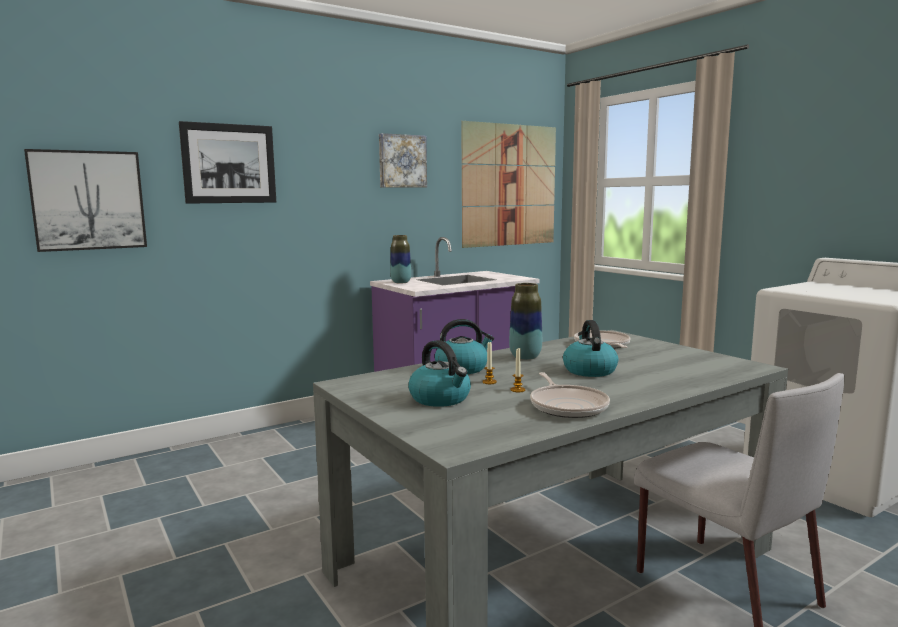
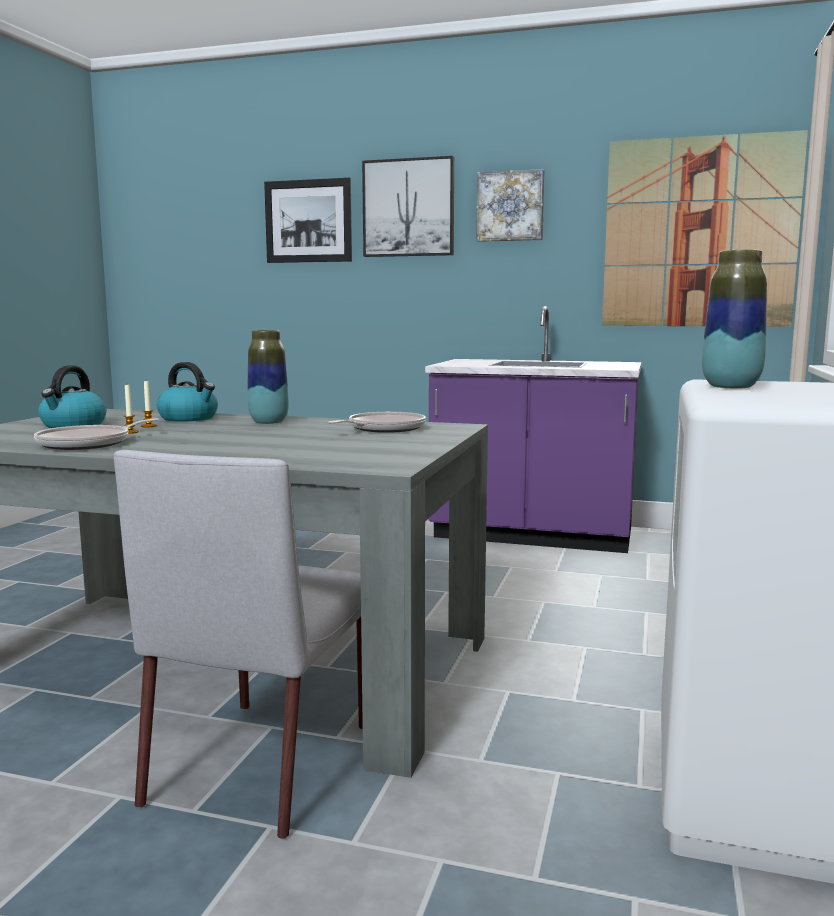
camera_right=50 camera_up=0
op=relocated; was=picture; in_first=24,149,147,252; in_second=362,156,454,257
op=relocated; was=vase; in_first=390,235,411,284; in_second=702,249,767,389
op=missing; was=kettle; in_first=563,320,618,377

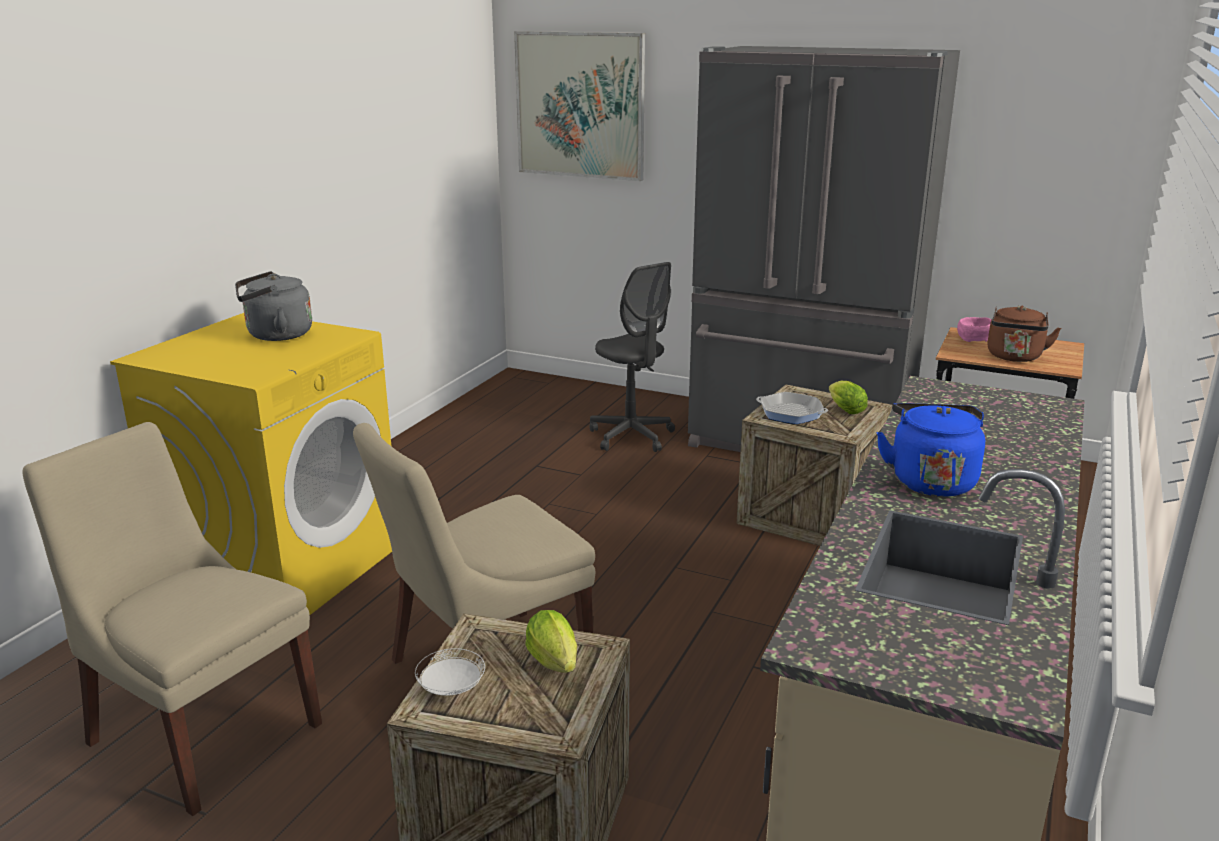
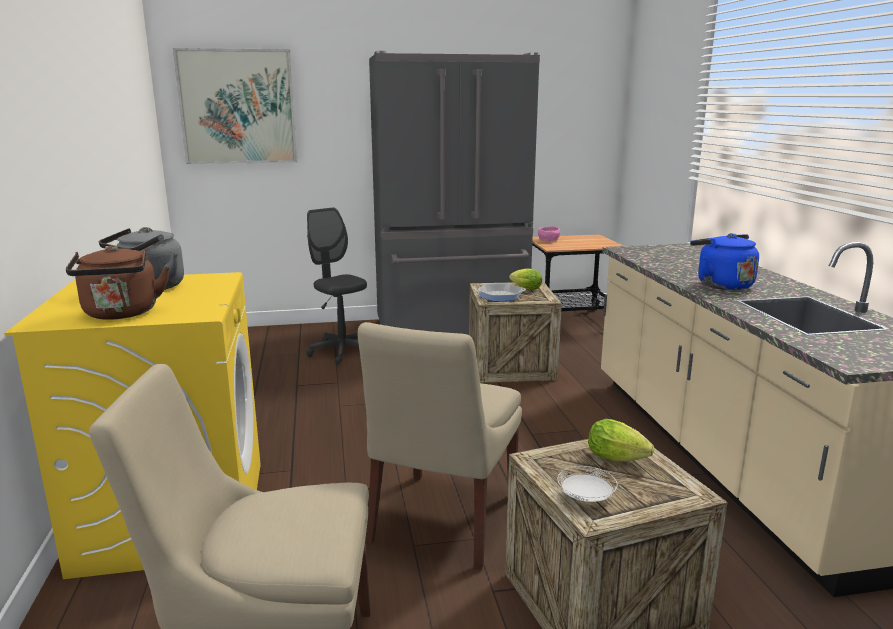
camera_right=-35 camera_up=-5
op=relocated; was=brown kettle; in_first=987,306,1061,362; in_second=66,245,169,320
op=spun; was=grey office chair; in_first=589,262,675,452; in_second=306,207,367,365; clockwise=-150

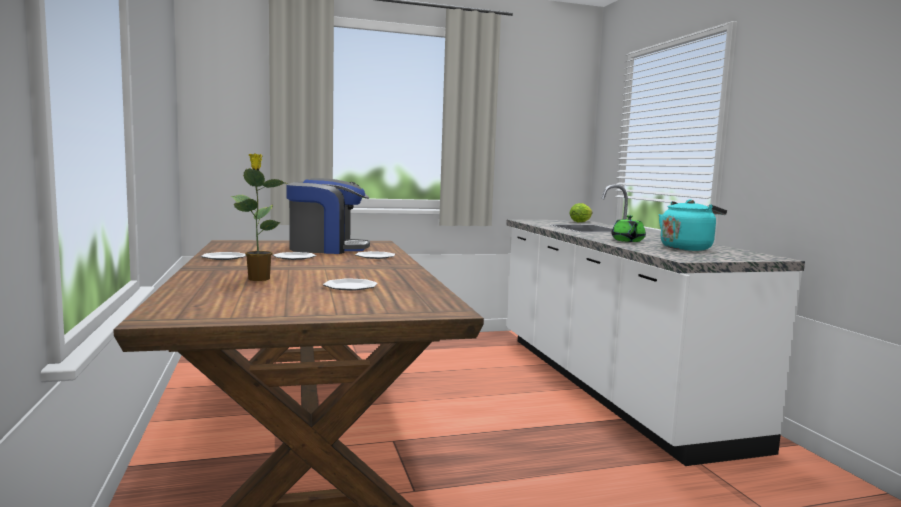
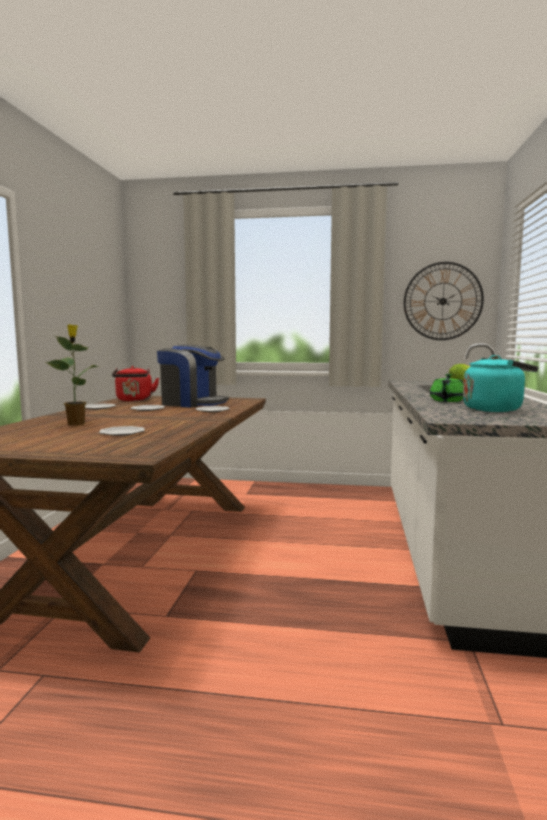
camera_right=25 camera_up=0
op=appeared; now=red kettle; in_second=112,366,159,401
op=appeared; now=wall clock; in_second=404,262,484,340

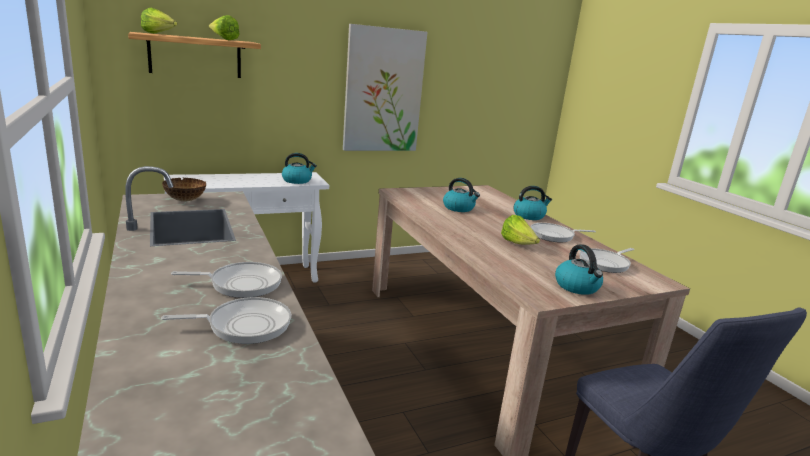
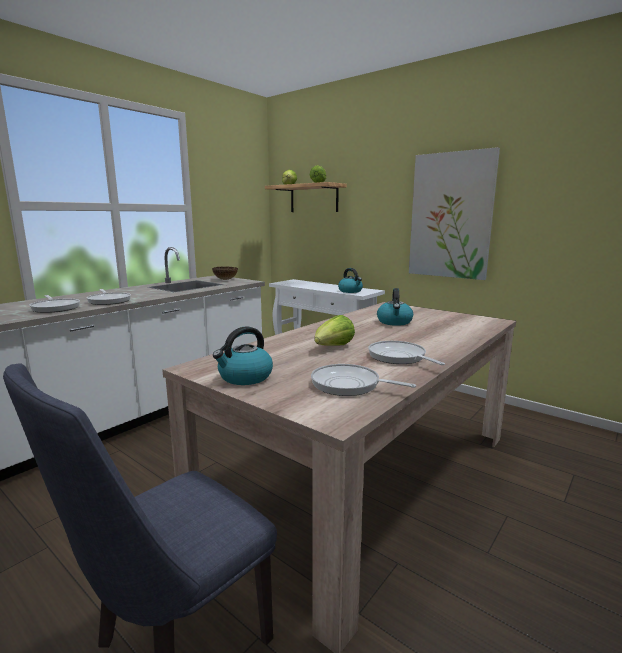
camera_right=65 camera_up=-5
op=missing; was=kettle; in_first=514,186,552,220

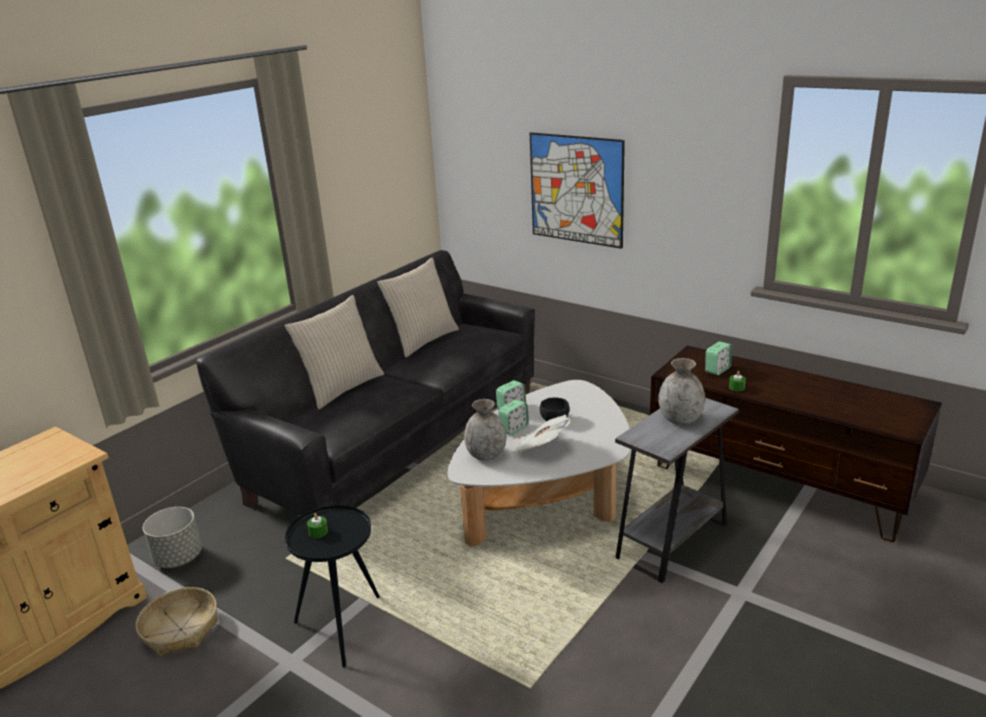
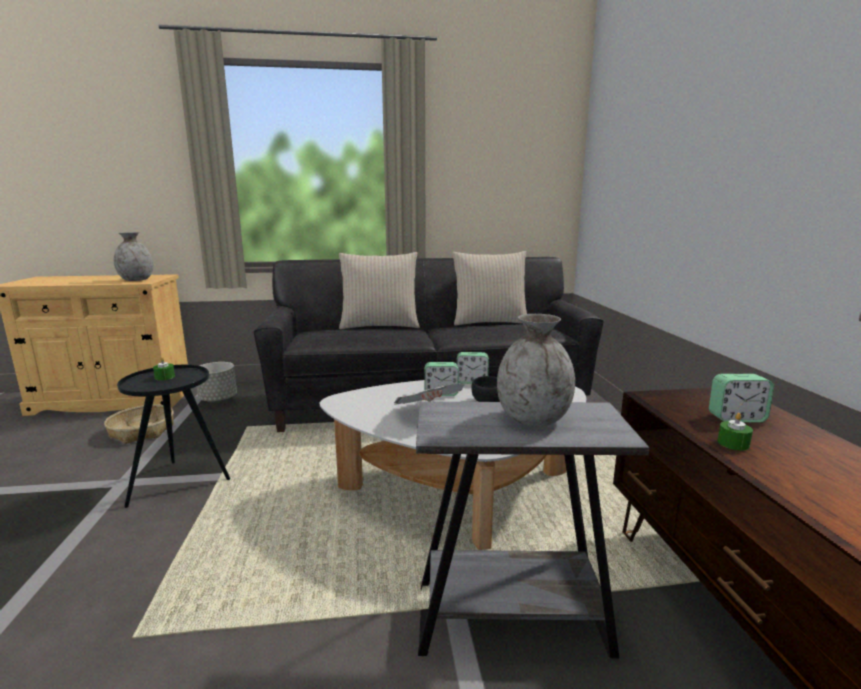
camera_right=45 camera_up=-10
op=relocated; was=grey vase; in_first=464,399,507,461; in_second=114,232,153,281
op=missing; was=picture; in_first=530,132,625,249

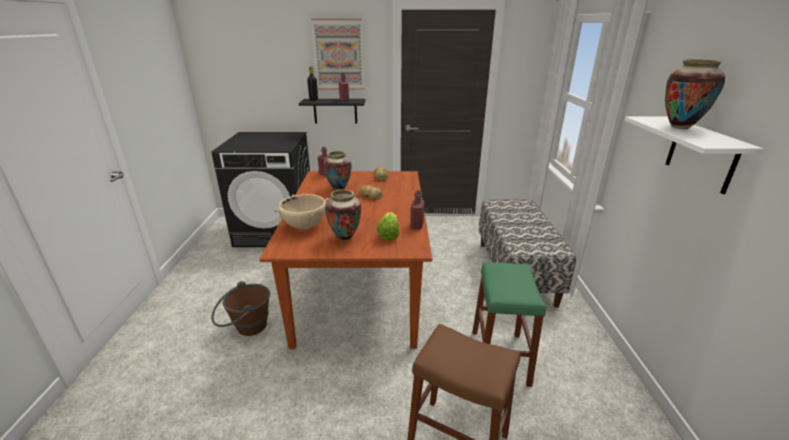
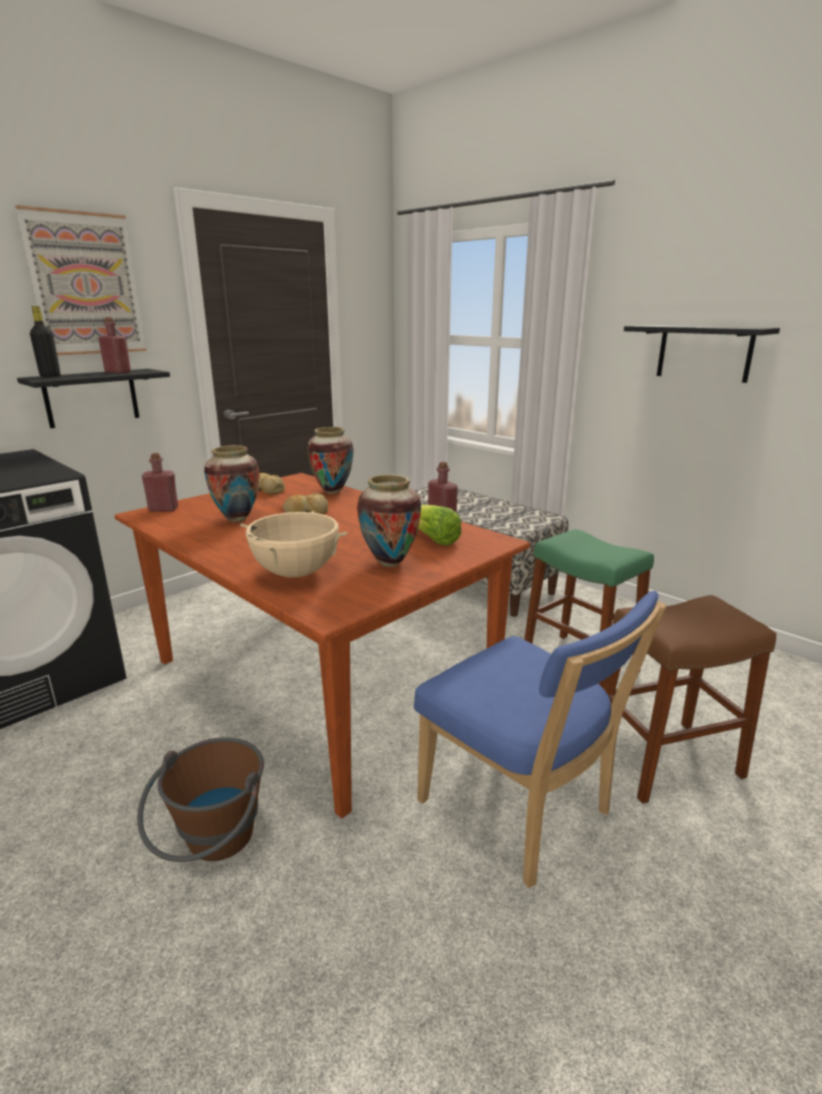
camera_right=-45 camera_up=-5
op=relocated; was=vase; in_first=665,59,725,129; in_second=307,427,353,494
op=appeared; now=blue chair; in_second=414,591,666,888
op=colour; was=white shelf; now=black shelf; in_first=625,117,764,194; in_second=624,325,780,383

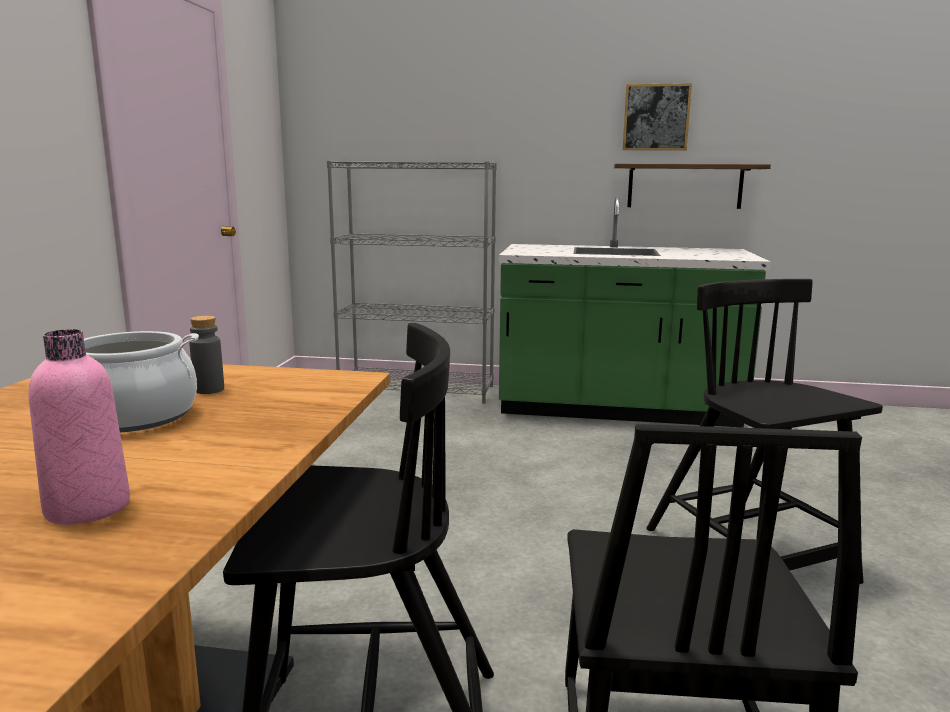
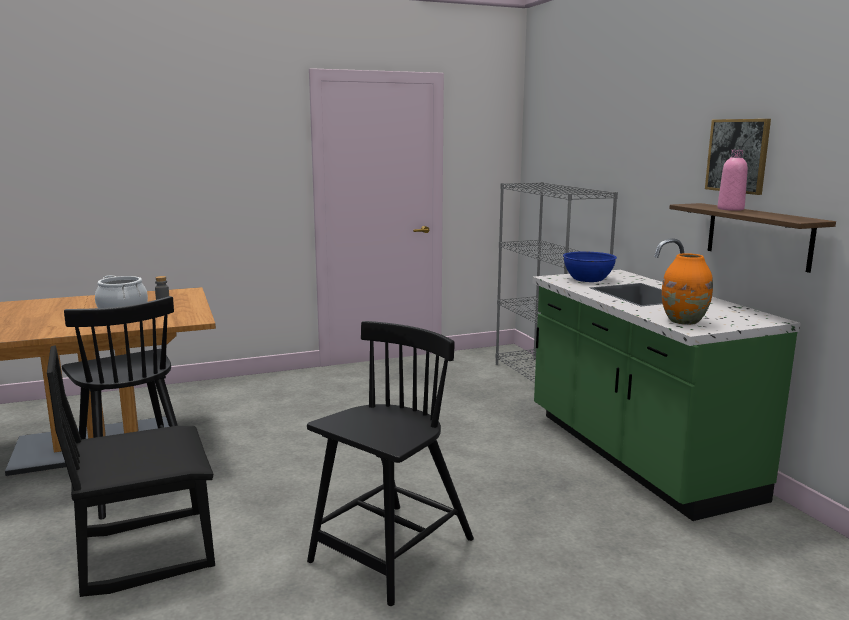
camera_right=60 camera_up=0
op=appeared; now=blue bowl; in_second=563,251,617,282
op=appeared; now=orange vase; in_second=662,253,713,325
op=relocated; was=pink bottle; in_first=28,329,130,525; in_second=717,150,748,211

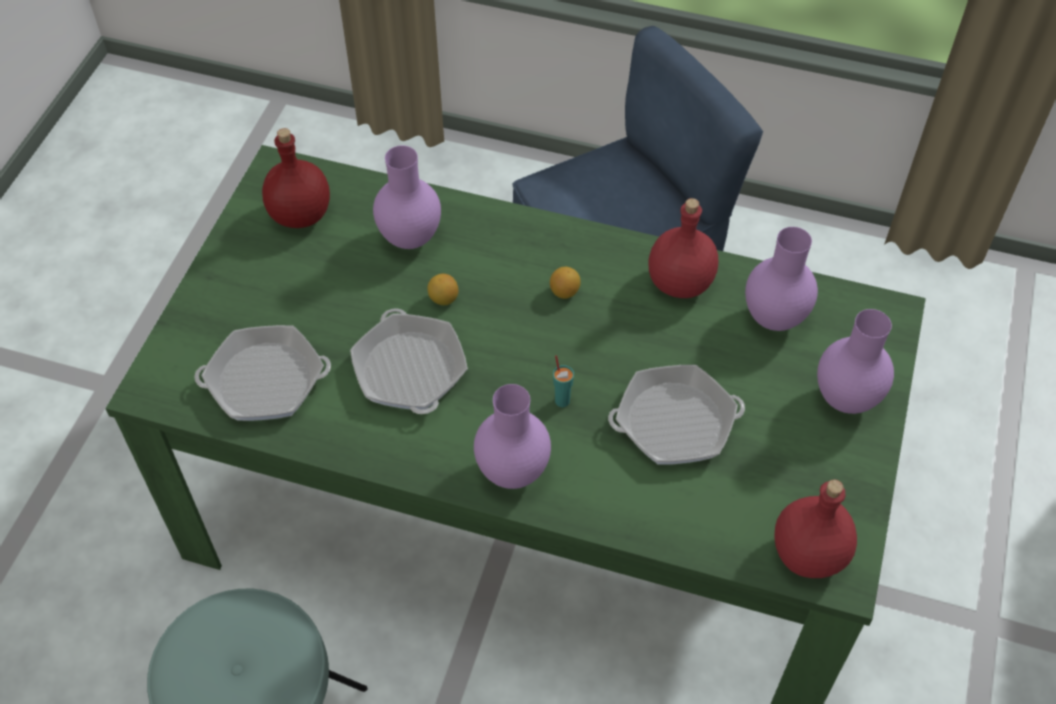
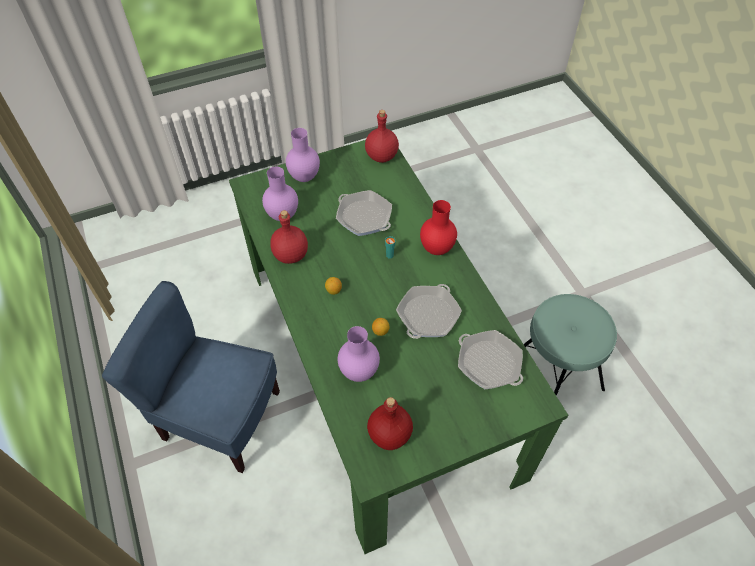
camera_right=-130 camera_up=0
op=colour; was=purple vase; now=red vase; in_first=474,384,551,489; in_second=420,200,457,255

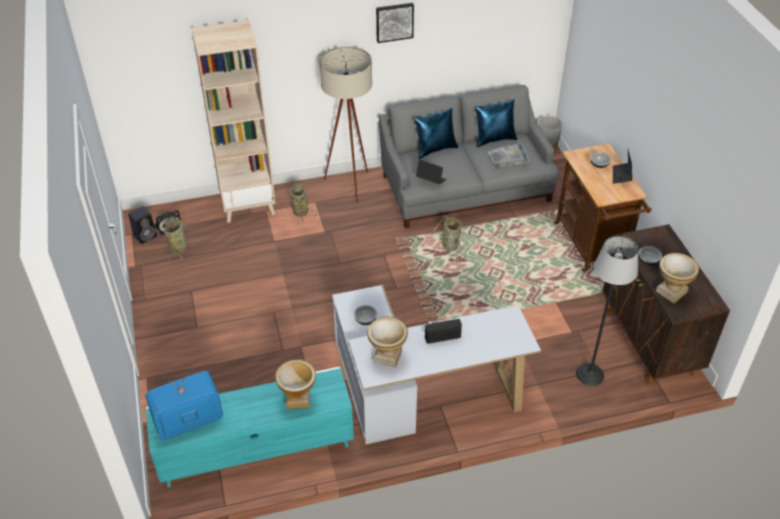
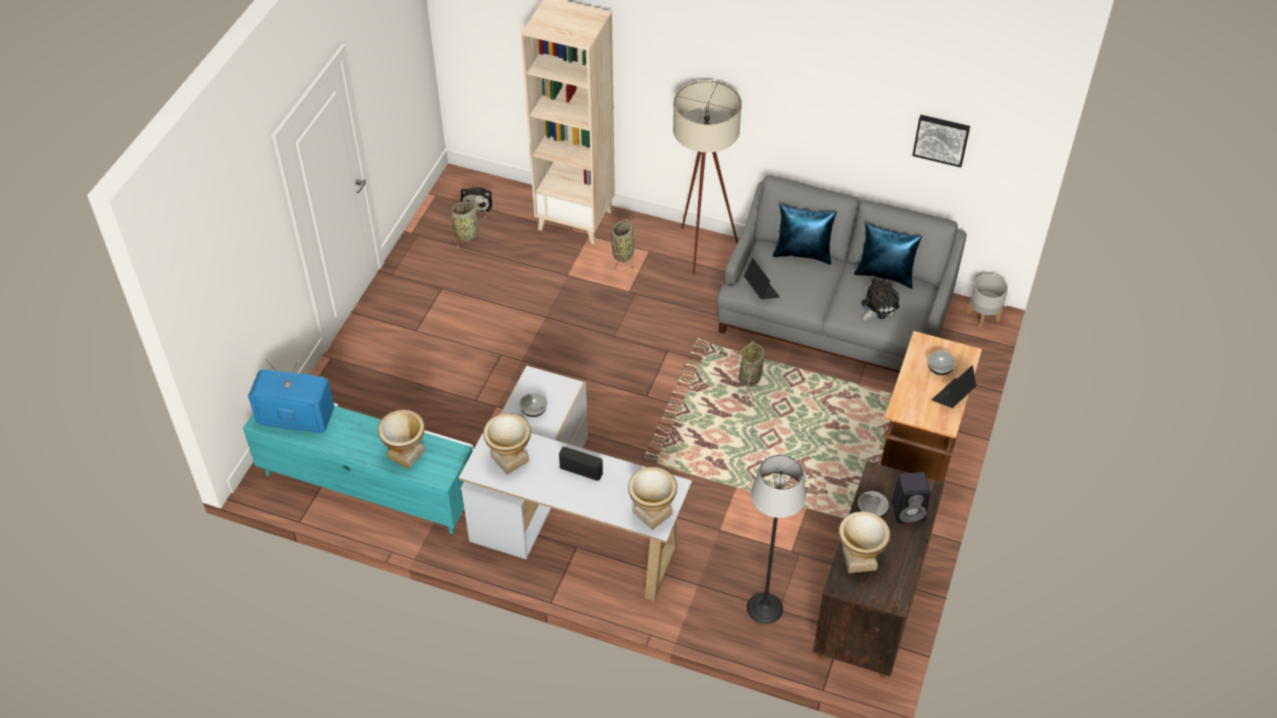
camera_right=35 camera_up=5
op=appeared; now=vase; in_second=628,467,677,530
op=exchanged; was=grey tray; now=plush toy; in_first=487,142,530,169; in_second=861,279,900,321
op=relocated; was=black speaker; in_first=128,207,157,244; in_second=892,472,931,523
op=relocated; was=picture; in_first=376,3,414,43; in_second=912,115,970,167

